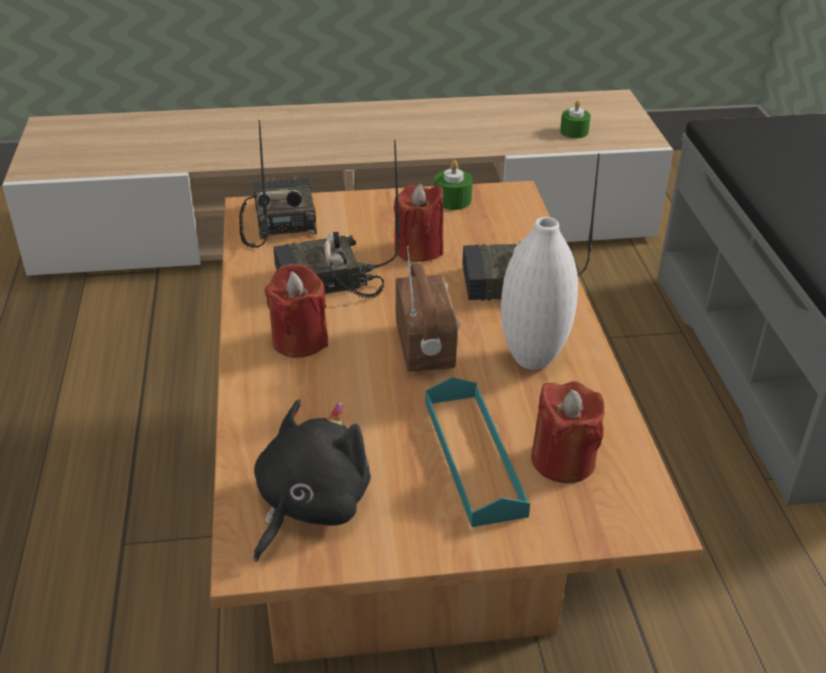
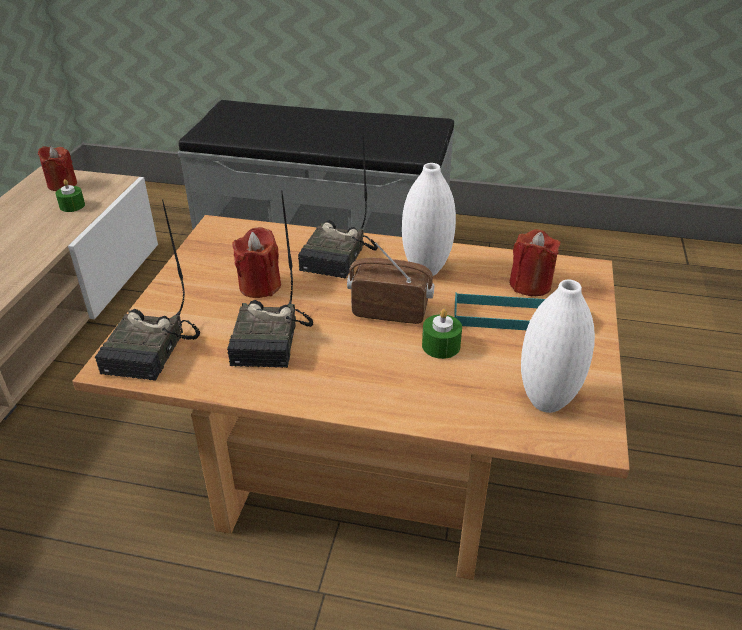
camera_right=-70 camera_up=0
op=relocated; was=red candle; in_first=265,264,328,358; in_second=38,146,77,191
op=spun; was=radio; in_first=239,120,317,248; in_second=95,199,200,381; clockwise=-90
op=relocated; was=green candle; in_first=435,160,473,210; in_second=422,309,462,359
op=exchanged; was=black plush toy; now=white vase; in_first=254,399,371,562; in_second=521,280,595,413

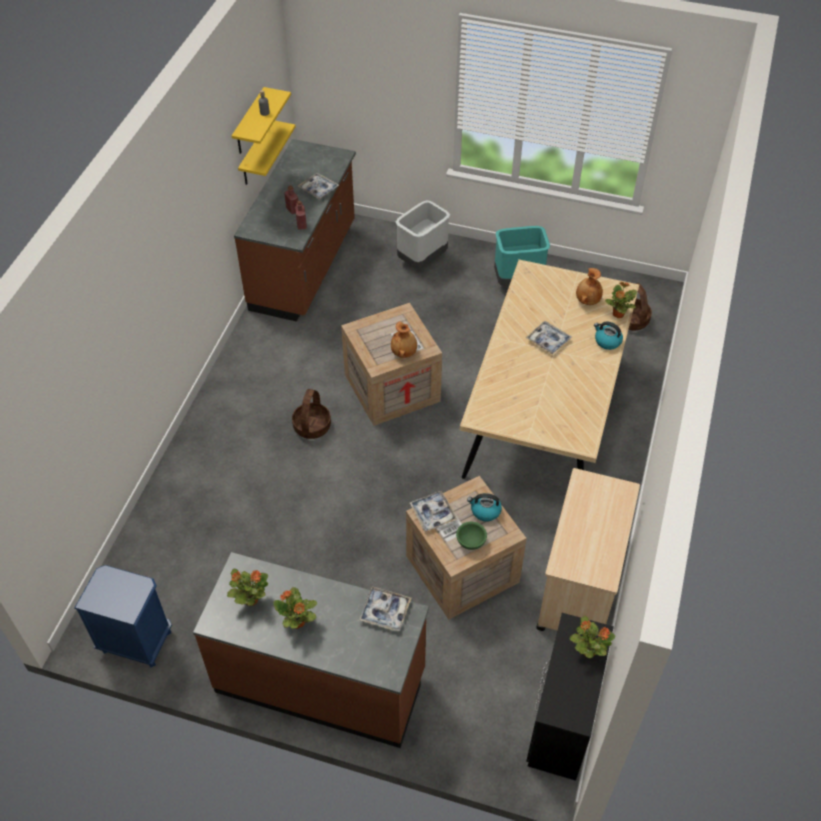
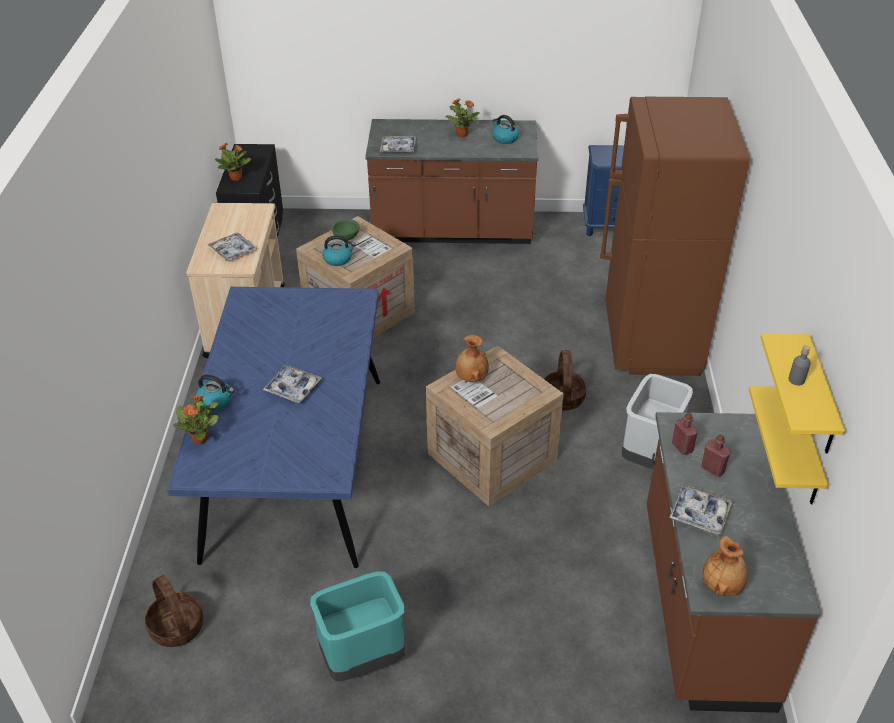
camera_right=165 camera_up=-10
op=colour; was=beige dining table; now=blue dining table; in_first=460,259,639,479; in_second=167,287,380,568
op=relocated; was=tray; in_first=410,491,457,531; in_second=207,233,257,261
op=exchanged; was=potted plant; now=kettle; in_first=227,569,268,606; in_second=492,115,519,144
op=appeared; now=brown fridge; in_second=600,97,750,376
op=relocated; was=grey trash can; in_first=396,200,450,269; in_second=622,374,693,469
op=relocated; was=brown vase; in_first=576,268,603,305; in_second=702,536,748,596

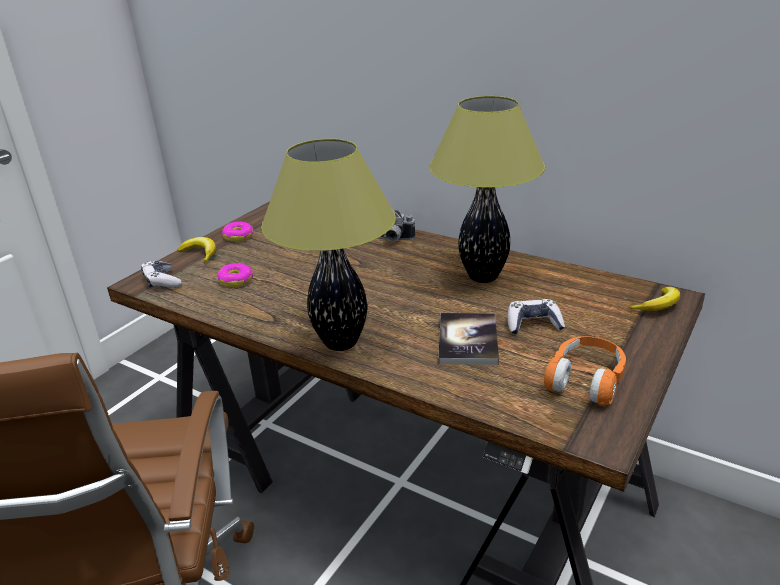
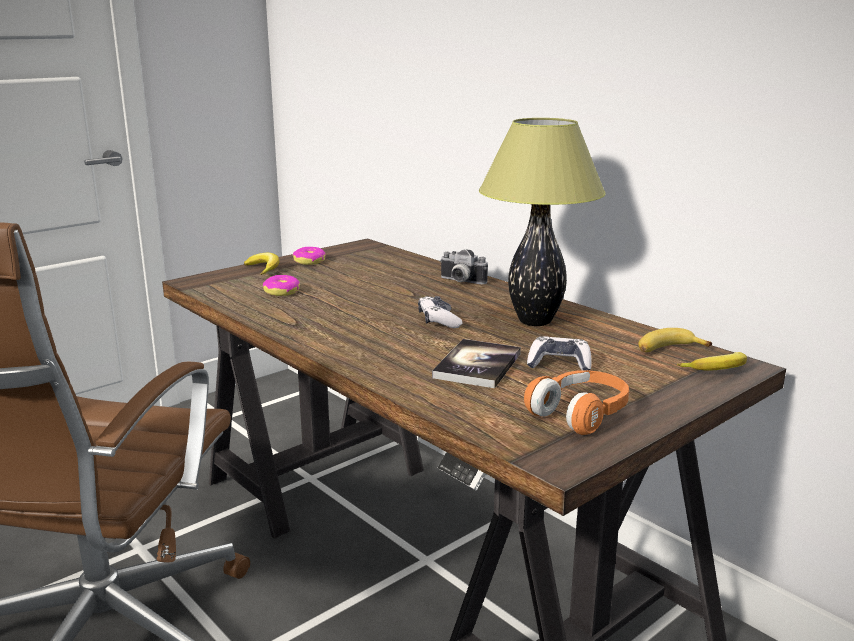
camera_right=15 camera_up=-10
op=relocated; was=game controller; in_first=141,261,181,288; in_second=418,296,462,328
op=appeared; now=banana; in_second=638,328,712,352
op=missing; was=table lamp; in_first=261,139,396,351

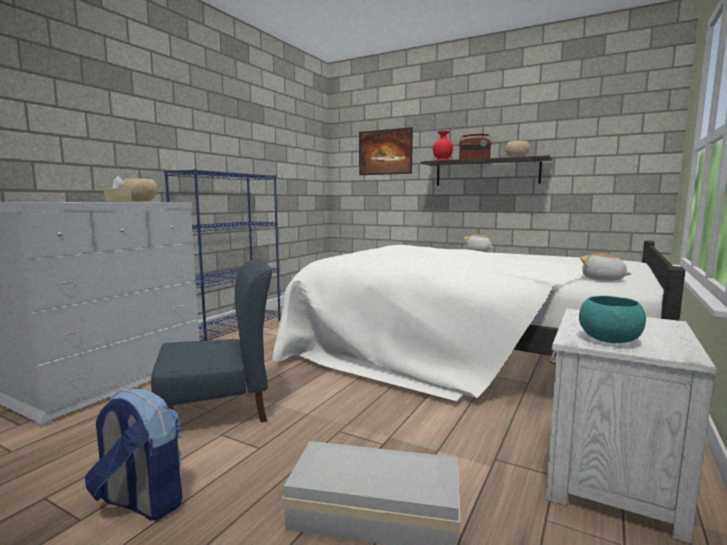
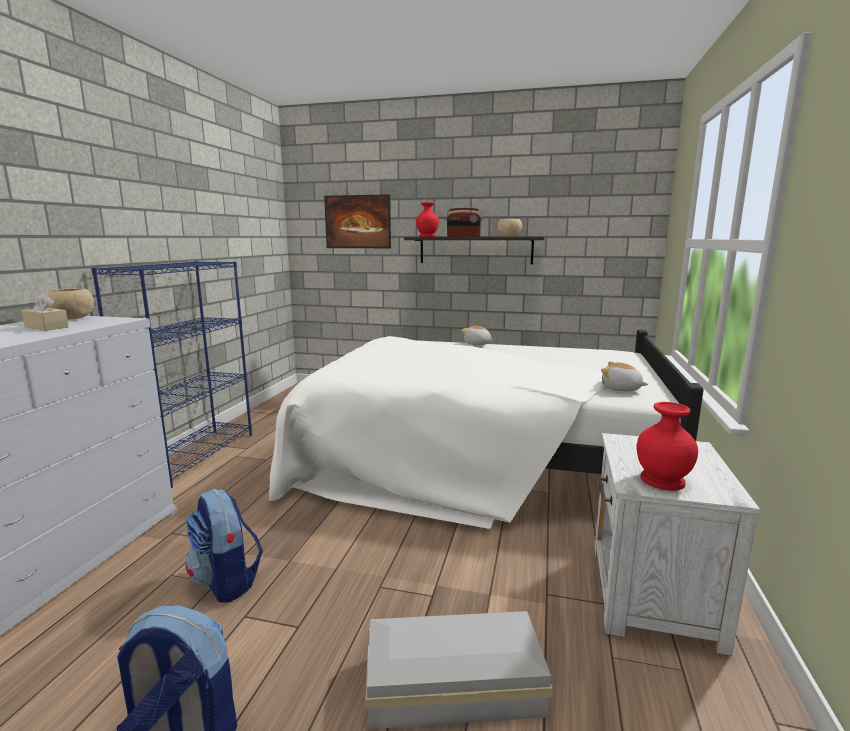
camera_right=-15 camera_up=5
op=exchanged; was=blue chair; now=backpack; in_first=151,258,272,422; in_second=185,489,263,603
op=exchanged; was=turquoise bowl; now=red vase; in_first=579,296,646,343; in_second=637,402,698,491

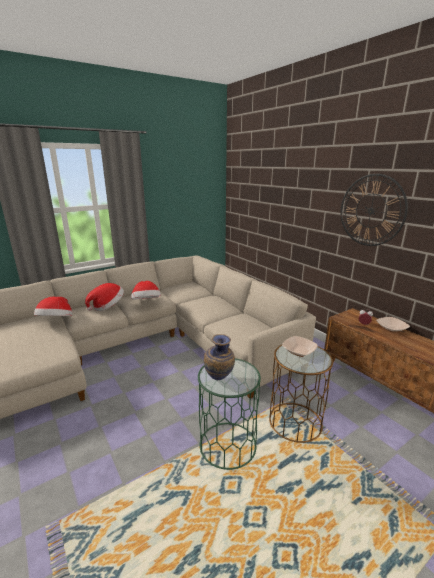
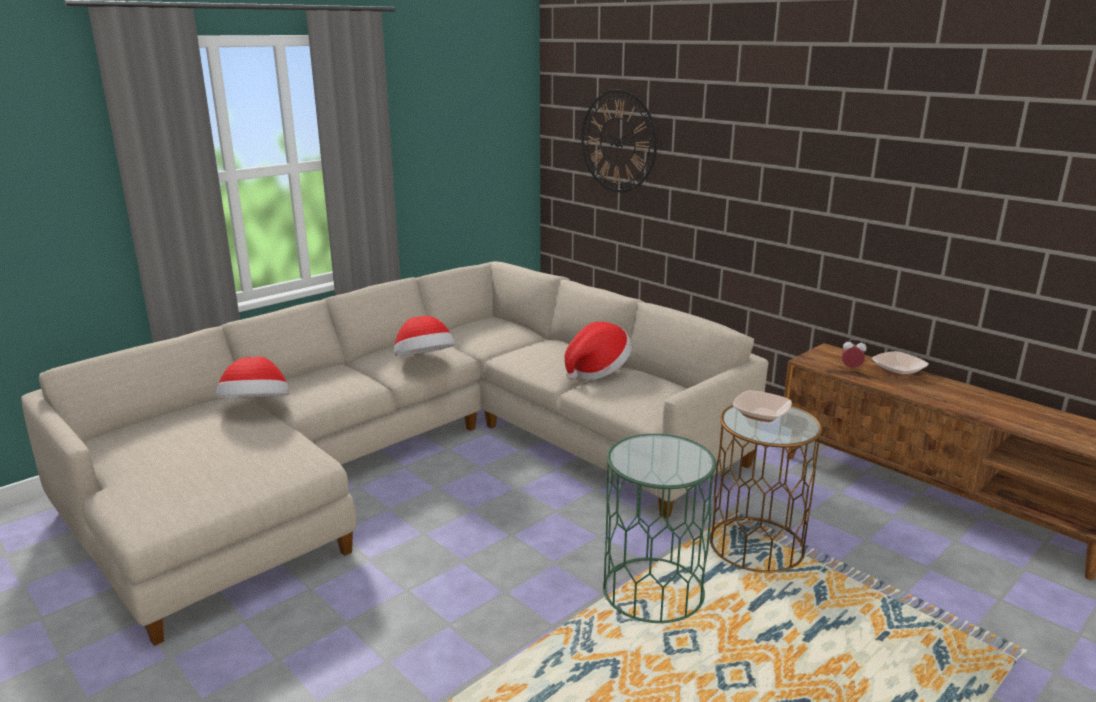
camera_right=-10 camera_up=0
op=relocated; was=hat; in_first=85,283,124,311; in_second=564,322,632,380
op=relocated; was=wall clock; in_first=340,174,408,246; in_second=581,90,657,193
op=missing; was=vase; in_first=204,334,235,380

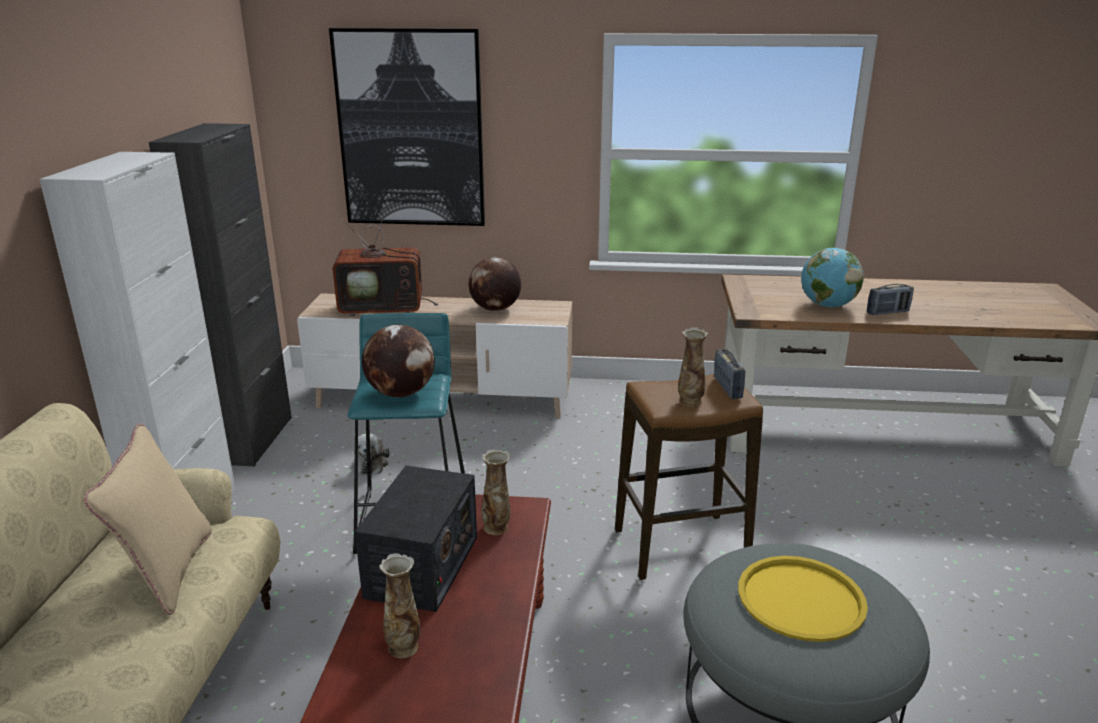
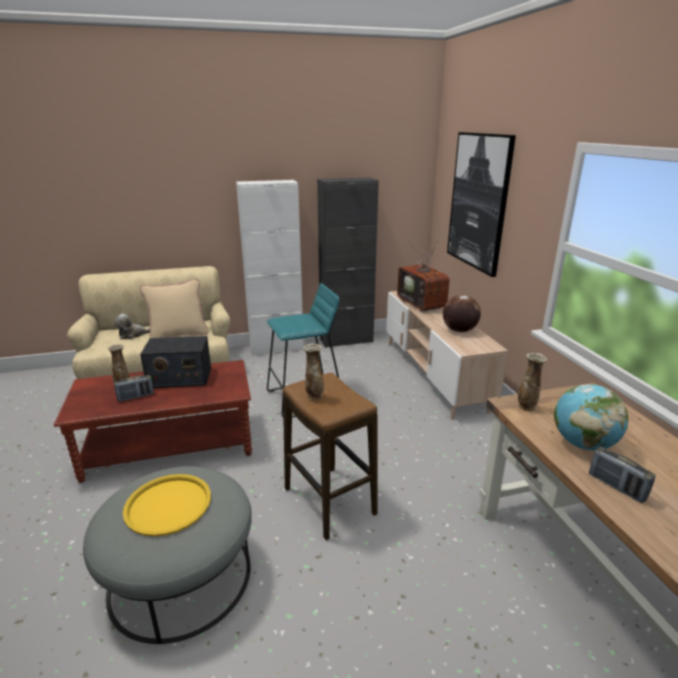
camera_right=70 camera_up=0
op=relocated; was=plush toy; in_first=352,434,390,475; in_second=114,314,150,339
op=relocated; was=radio; in_first=714,348,745,399; in_second=114,375,154,402
op=relocated; was=vase; in_first=481,449,510,535; in_second=517,353,547,412
op=missing; was=globe; in_first=362,325,435,397

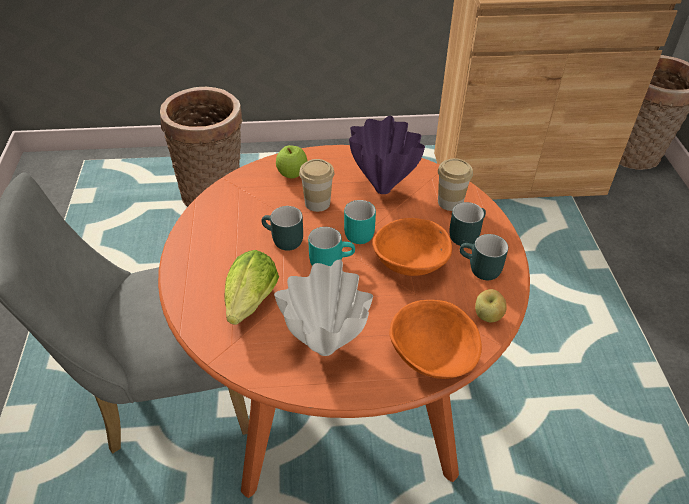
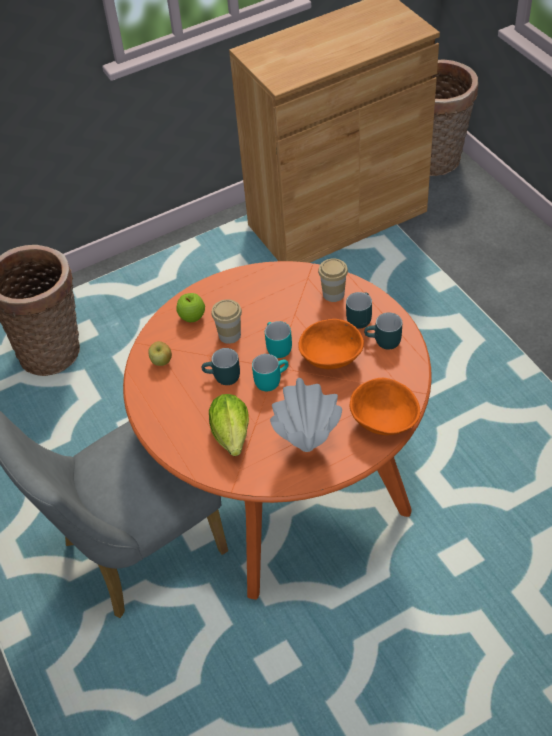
camera_right=-20 camera_up=5
op=relocated; was=apple; in_first=475,289,507,322; in_second=148,341,172,366
op=missing; was=purple vase; in_first=349,116,425,194

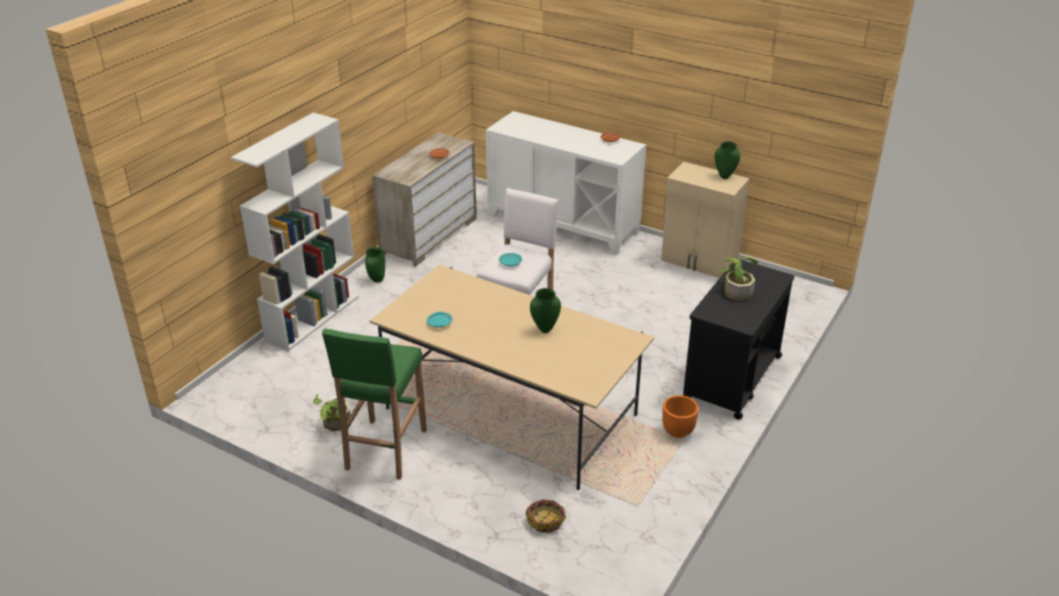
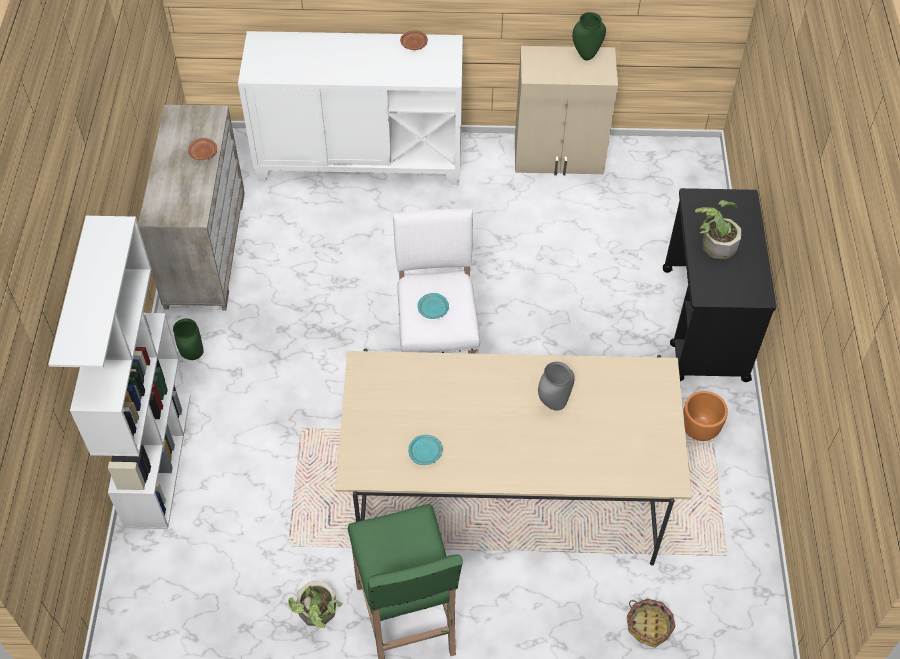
camera_right=-30 camera_up=20
op=colour; was=green vase; now=grey vase; in_first=530,288,561,333; in_second=538,361,575,411

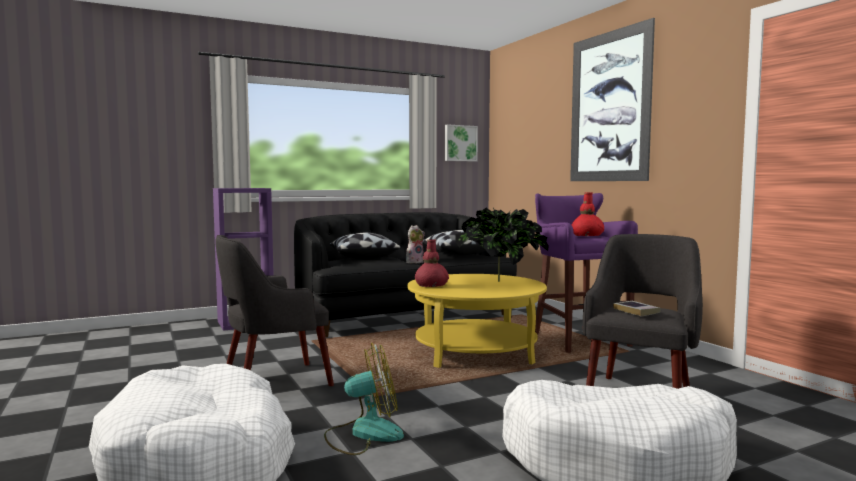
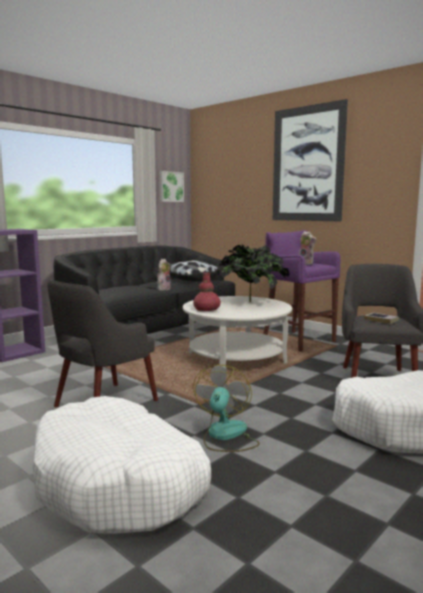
camera_right=-20 camera_up=5
op=colour; was=yellow coffee table; now=white coffee table; in_first=407,274,547,368; in_second=183,296,292,367
op=spun; was=fan; in_first=324,343,404,455; in_second=193,365,260,452; clockwise=-45
op=exchanged; was=red vase; now=plush toy; in_first=572,193,604,236; in_second=298,231,316,265
op=missing; was=pillow; in_first=330,233,401,259

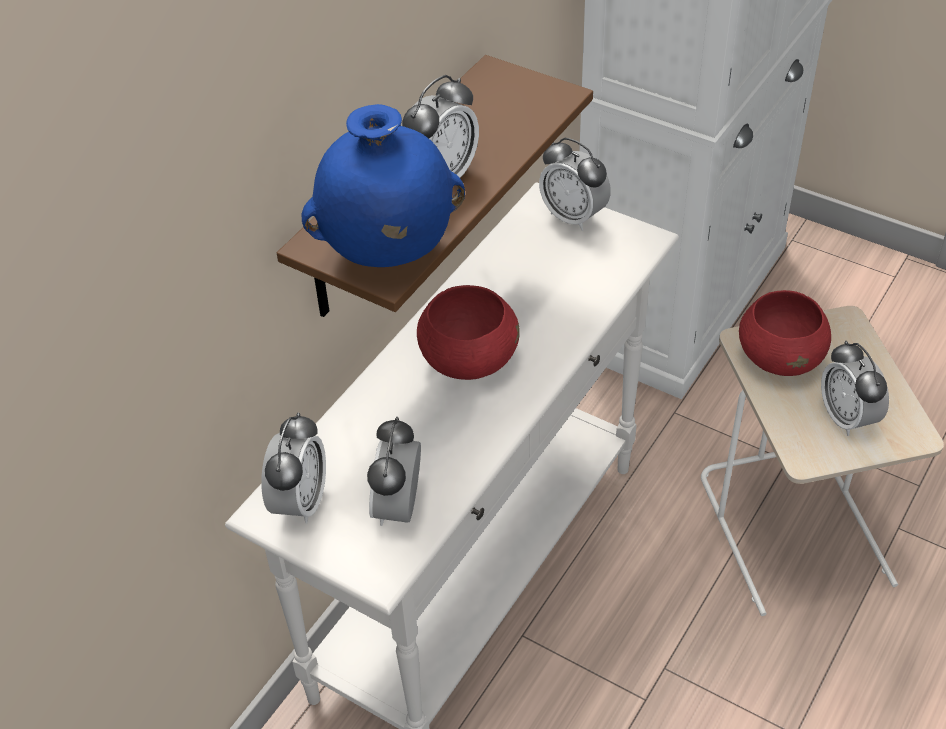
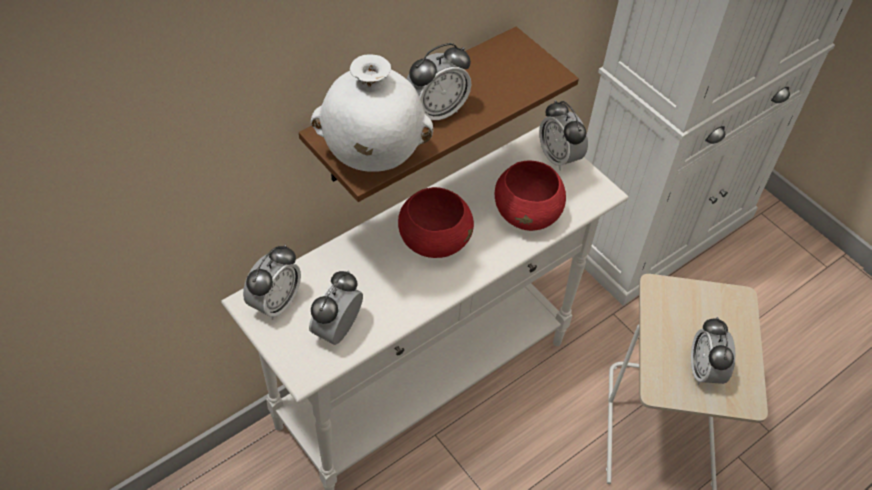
camera_right=15 camera_up=5
op=colour; was=blue vase; now=white vase; in_first=302,104,465,267; in_second=311,54,433,172
op=relocated; was=red bowl; in_first=739,290,831,376; in_second=495,160,566,231

